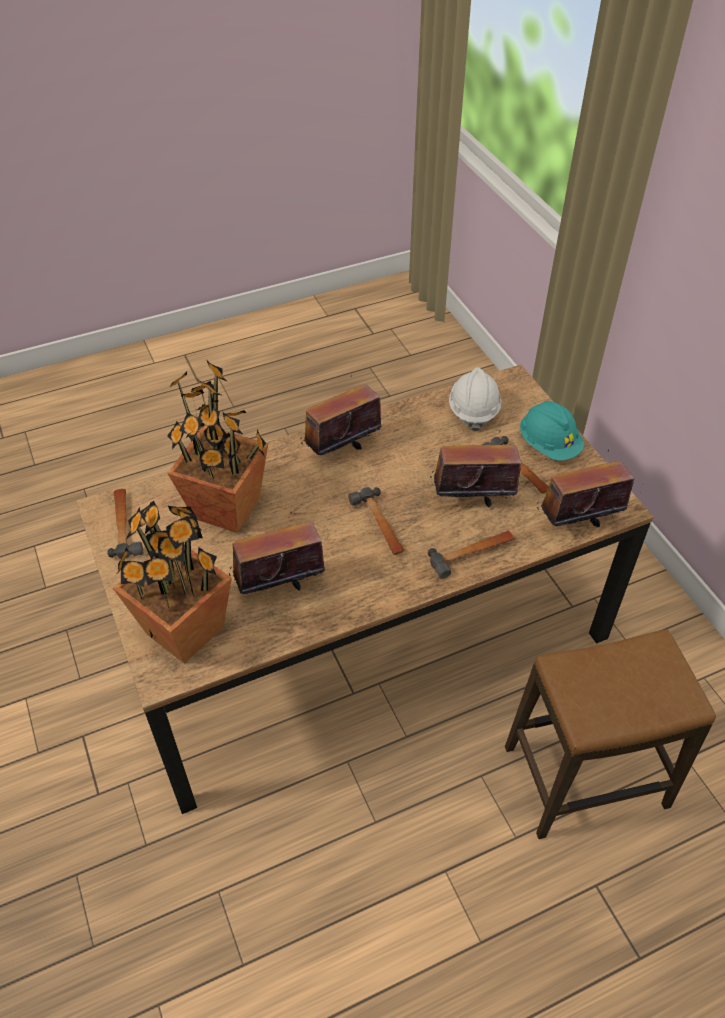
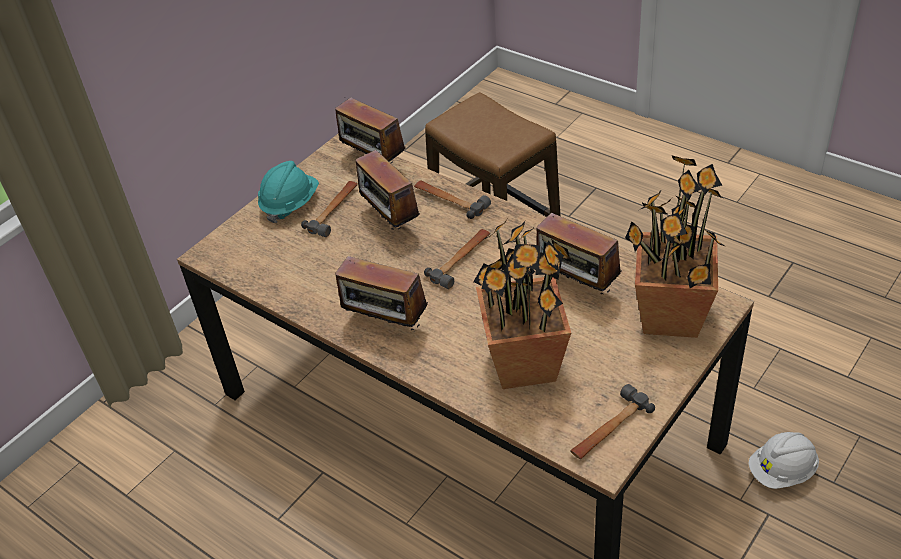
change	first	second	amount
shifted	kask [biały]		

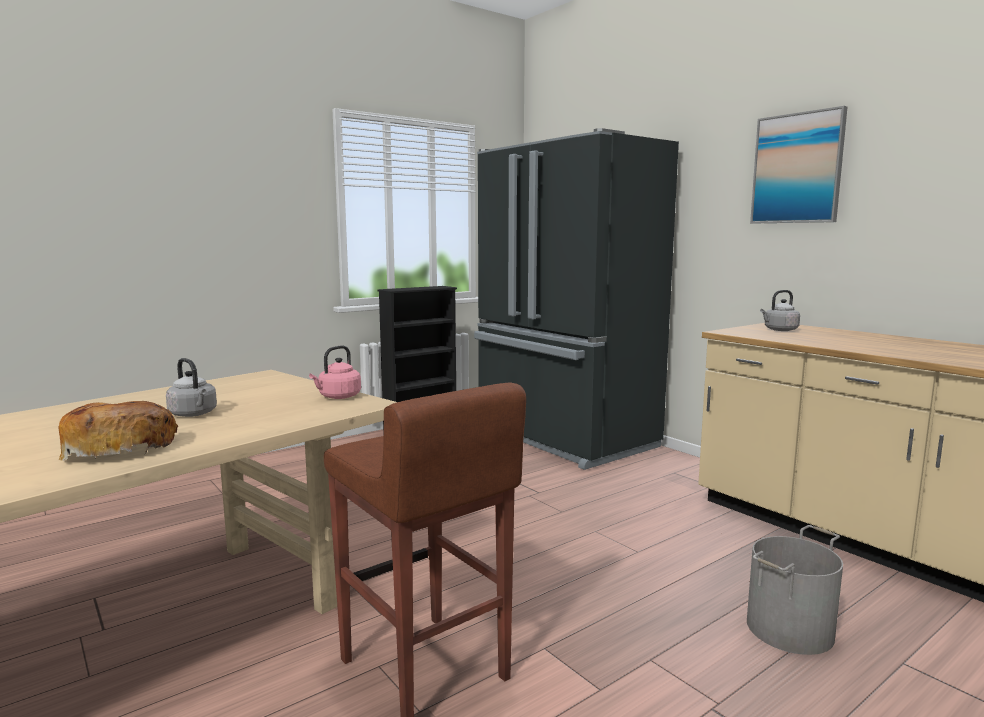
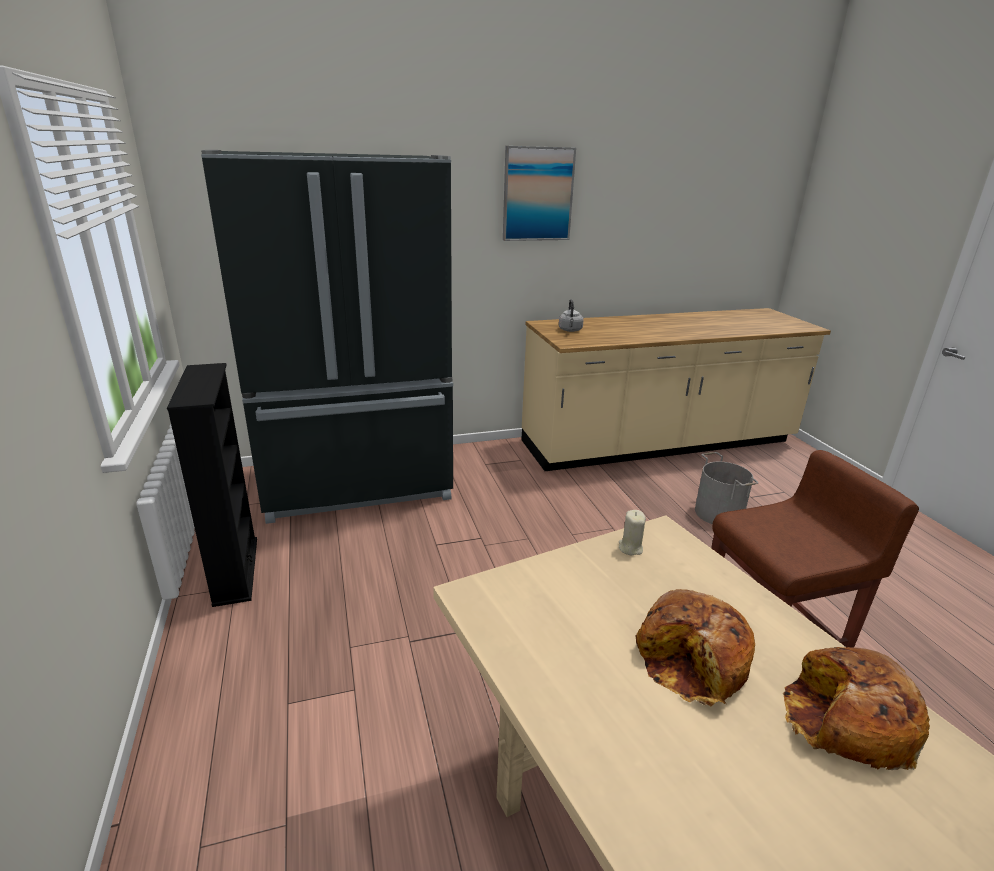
change	first	second	amount
swapped	czajnik [szary] (no. 1 from left)	chleb (no. 1 from left)	
swapped	czajnik [różowy]	świeca [beżowy]	

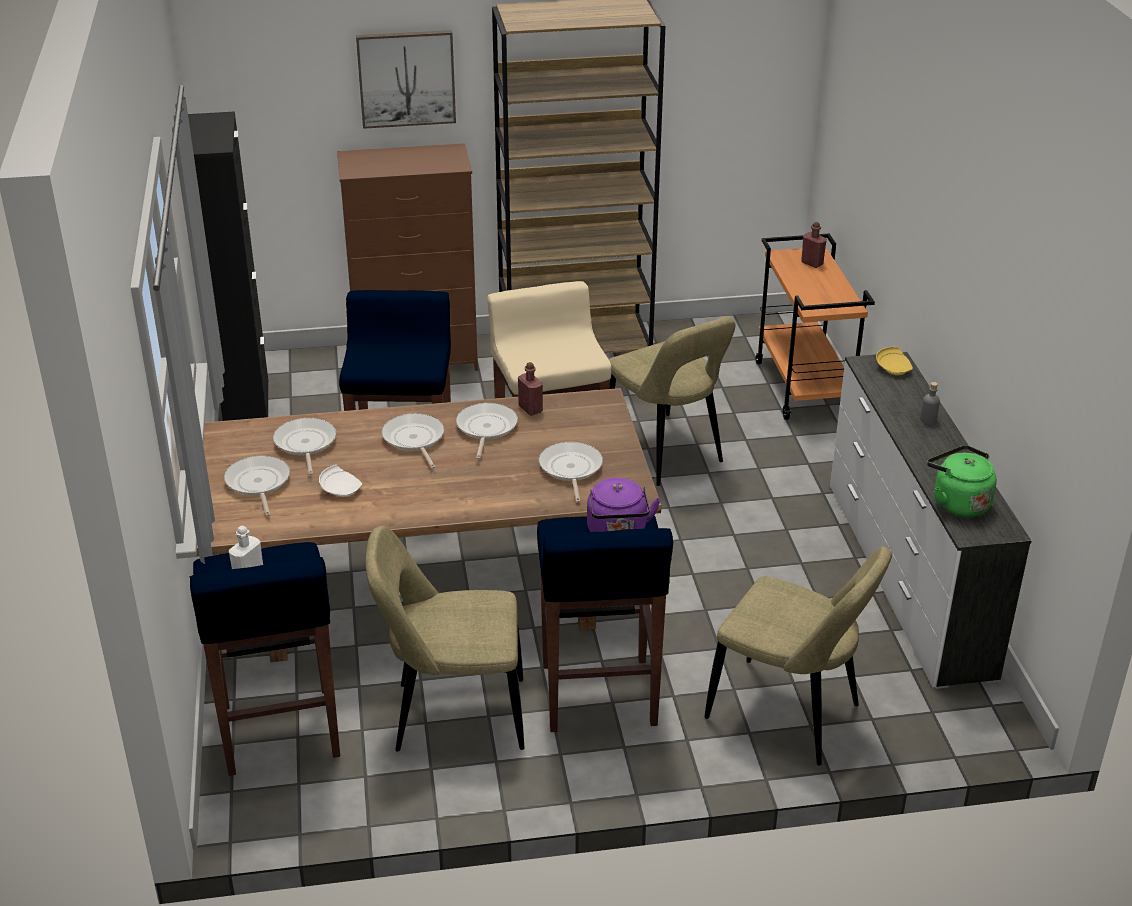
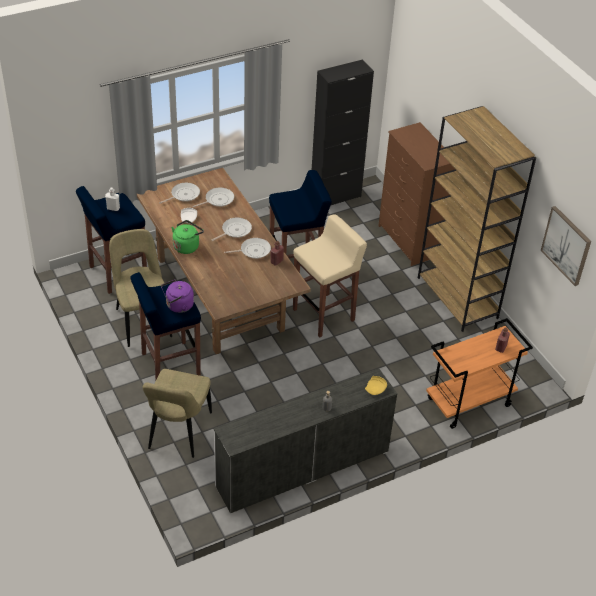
change	first	second	amount
shifted	obraz		
gone	patelnia (no. 5 from left)		
gone	krzesło [beżowy] (no. 2 from left)		
shifted	czajnik [zielony]		

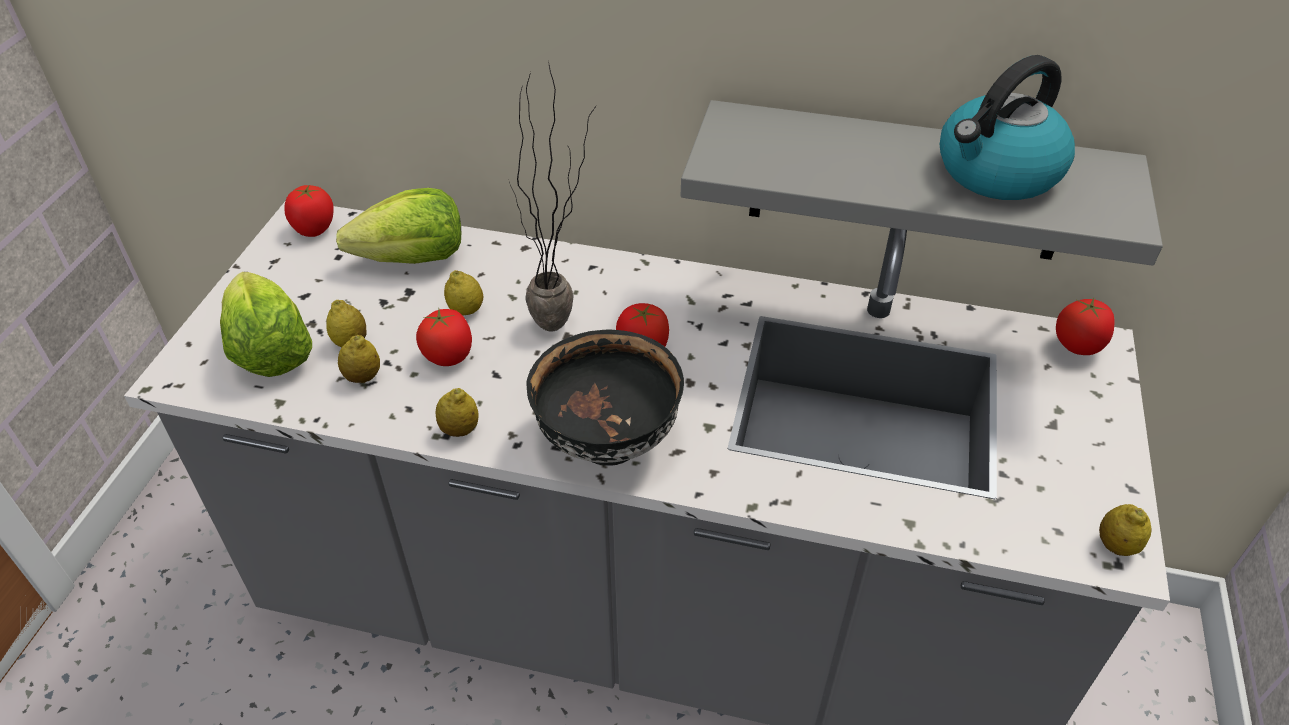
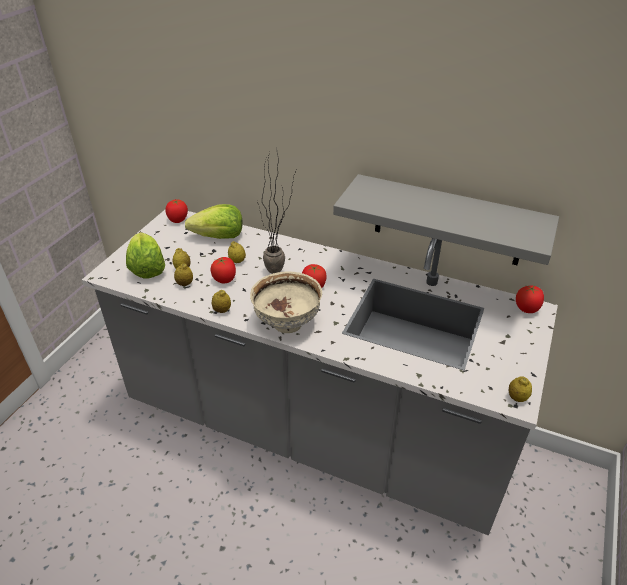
change	first	second	amount
repainted	miska [czarny]	miska [beżowy]	
gone	czajnik		

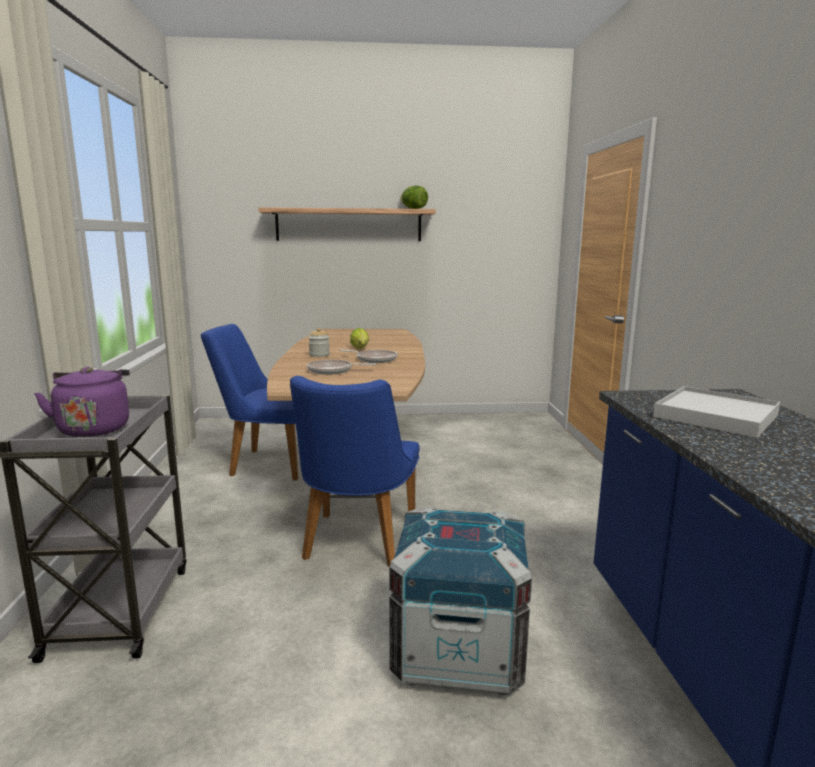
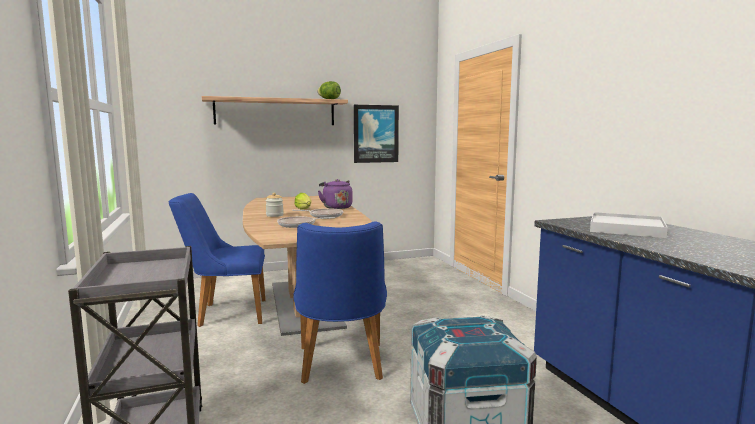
change	first	second	amount
shifted	czajnik [fioletowy]		
new		obraz	

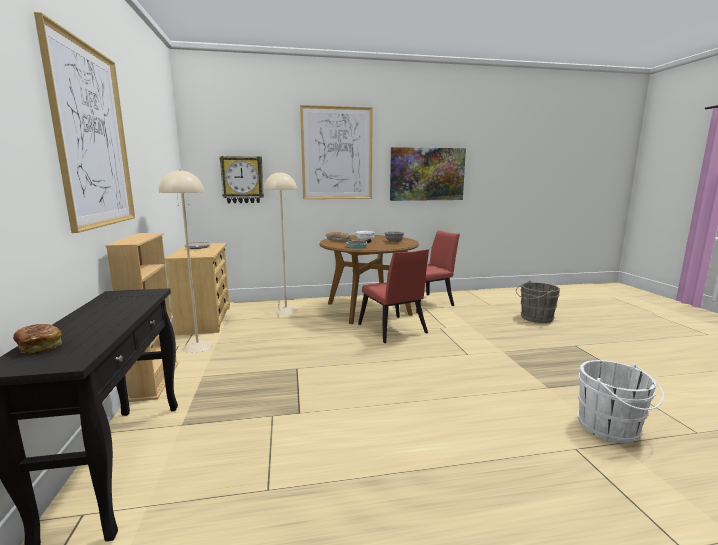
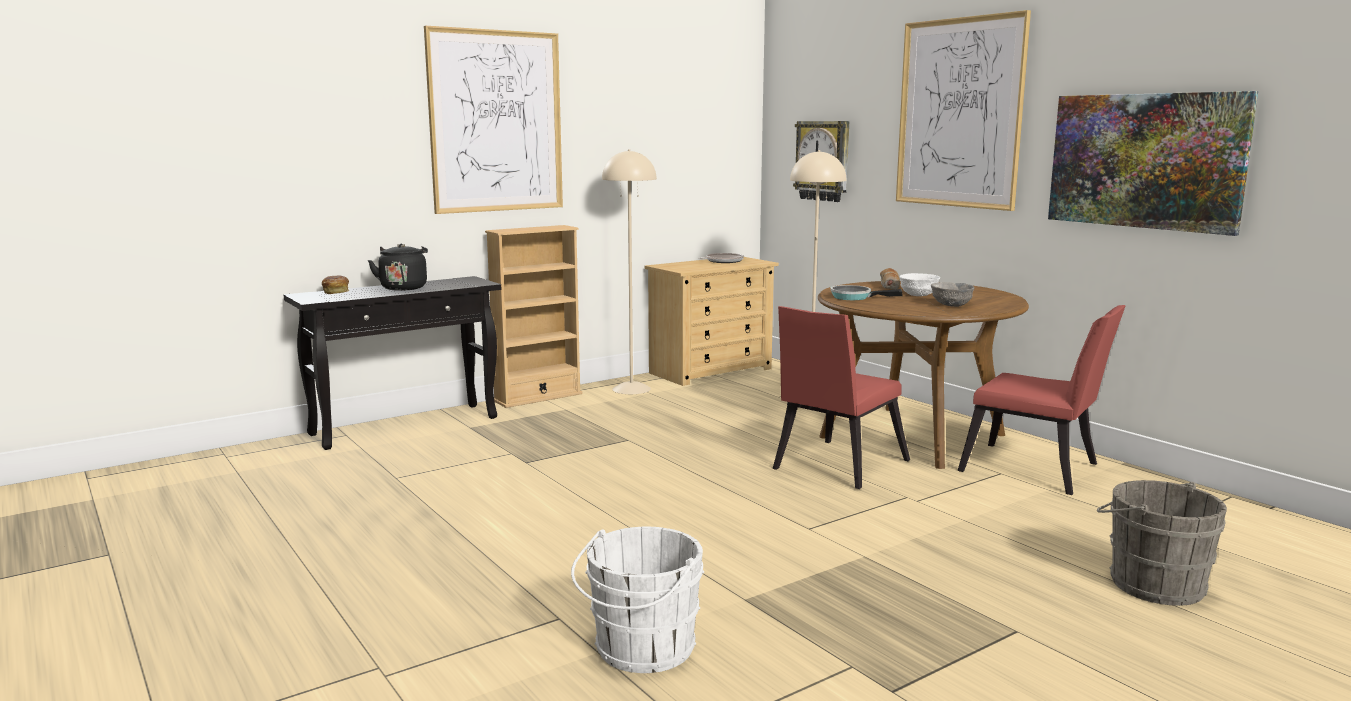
change	first	second	amount
new		czajnik [czarny]	

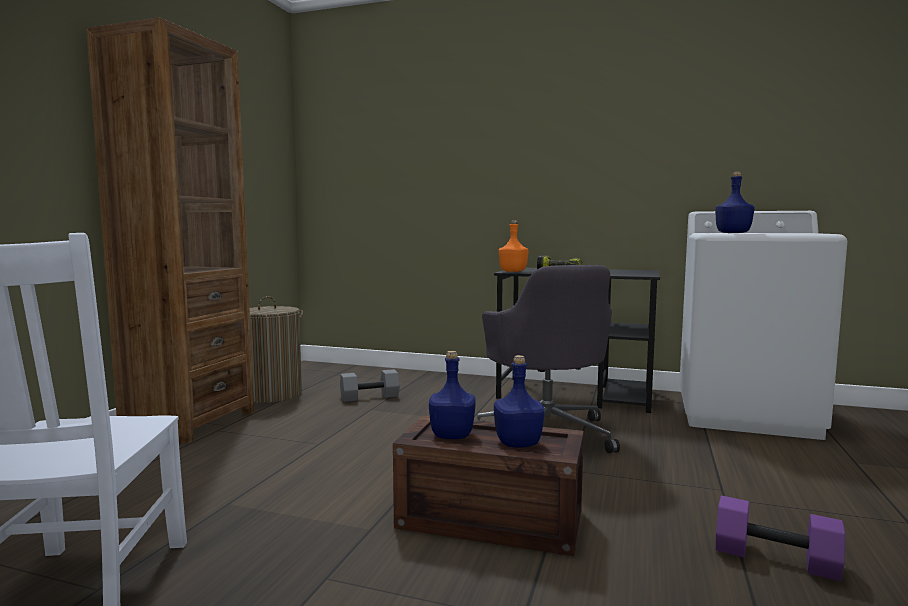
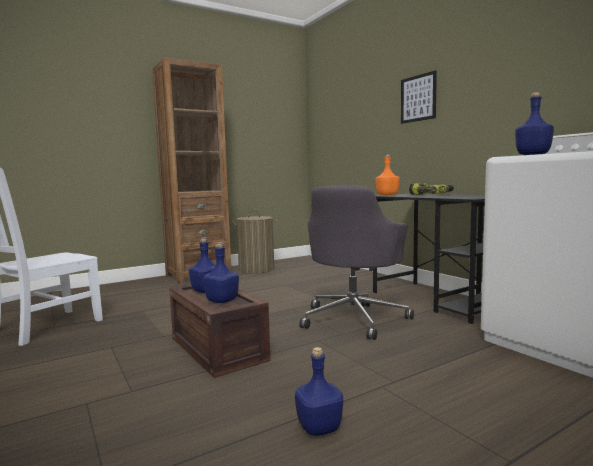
change	first	second	amount
gone	hantel [szary]		
swapped	hantel [fioletowy]	butelka [niebieski] (no. 3 from left)	
new		obraz	

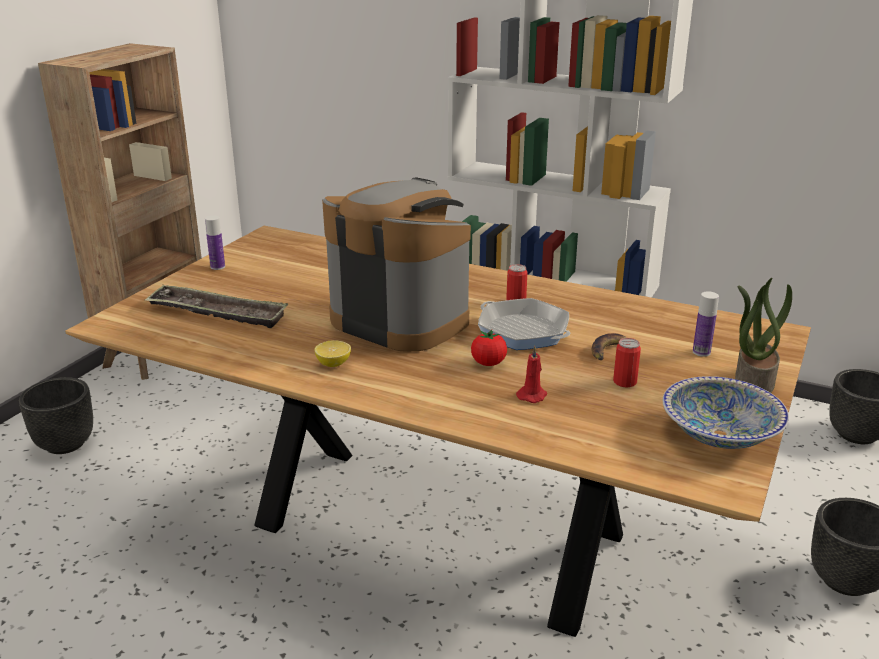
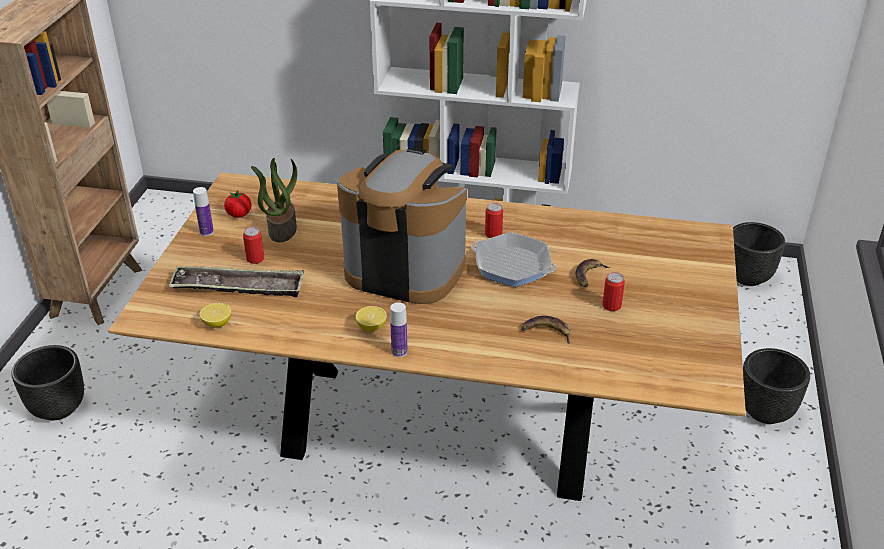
change	first	second	amount
shifted	pomidor		
swapped	świeca [czerwony]	banan (no. 1 from left)	
gone	miska		
shifted	butelka (no. 2 from left)		
shifted	roślina doniczkowa		
new		cytryna (no. 1 from left)	
new		puszka (no. 1 from left)	

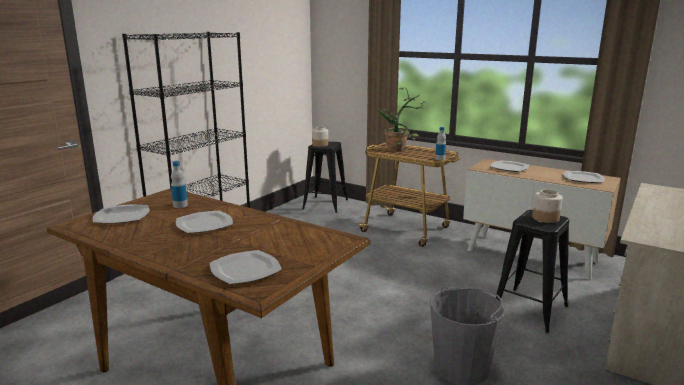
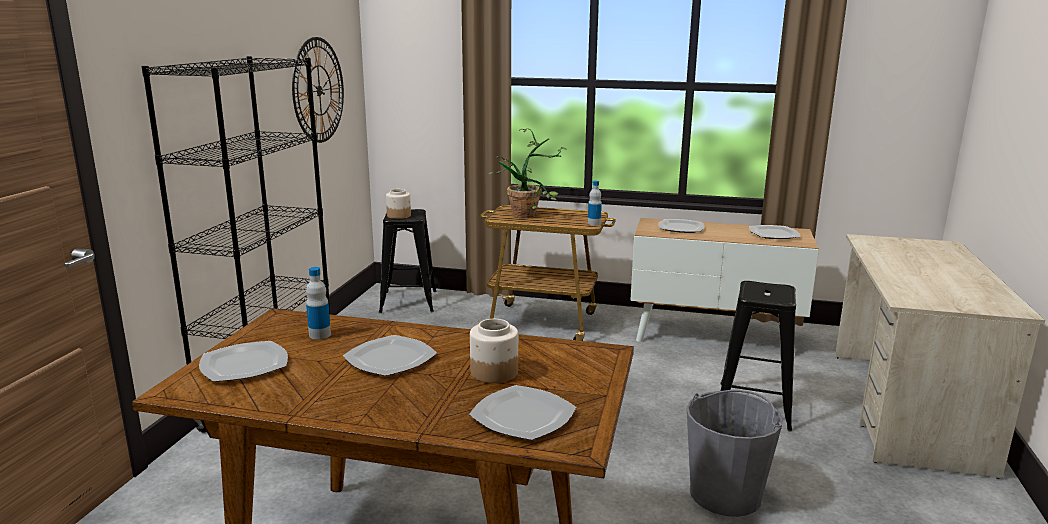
change	first	second	amount
shifted	słoik (no. 2 from left)		
new		zegar ścienny	

